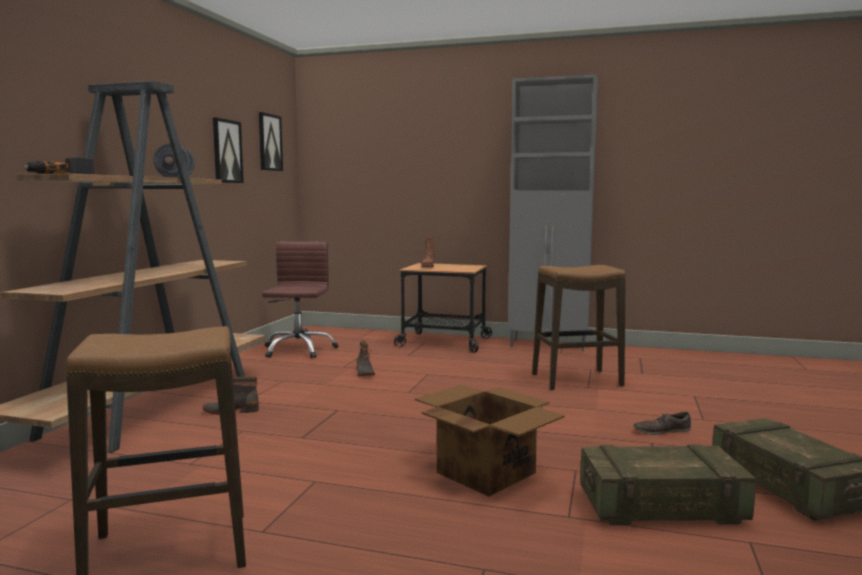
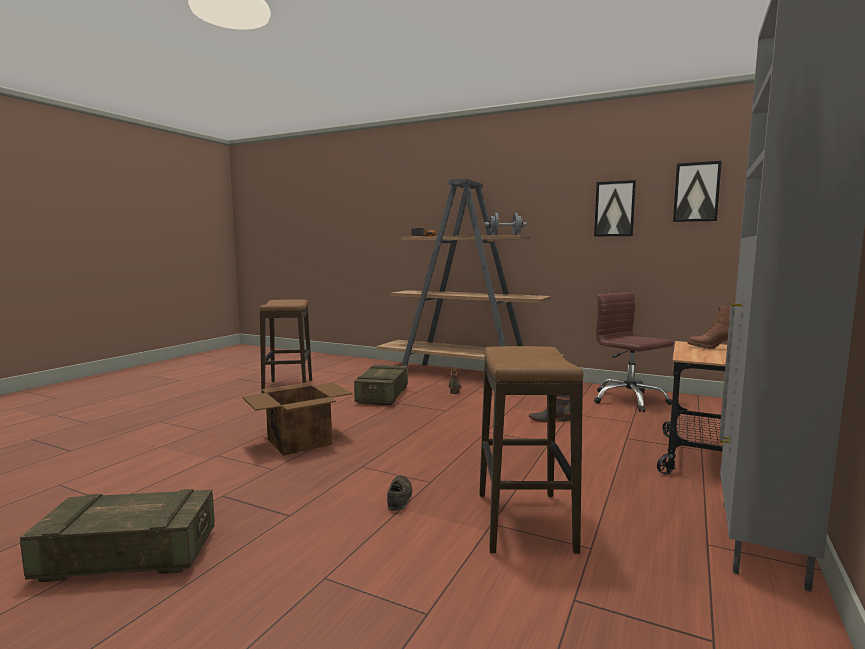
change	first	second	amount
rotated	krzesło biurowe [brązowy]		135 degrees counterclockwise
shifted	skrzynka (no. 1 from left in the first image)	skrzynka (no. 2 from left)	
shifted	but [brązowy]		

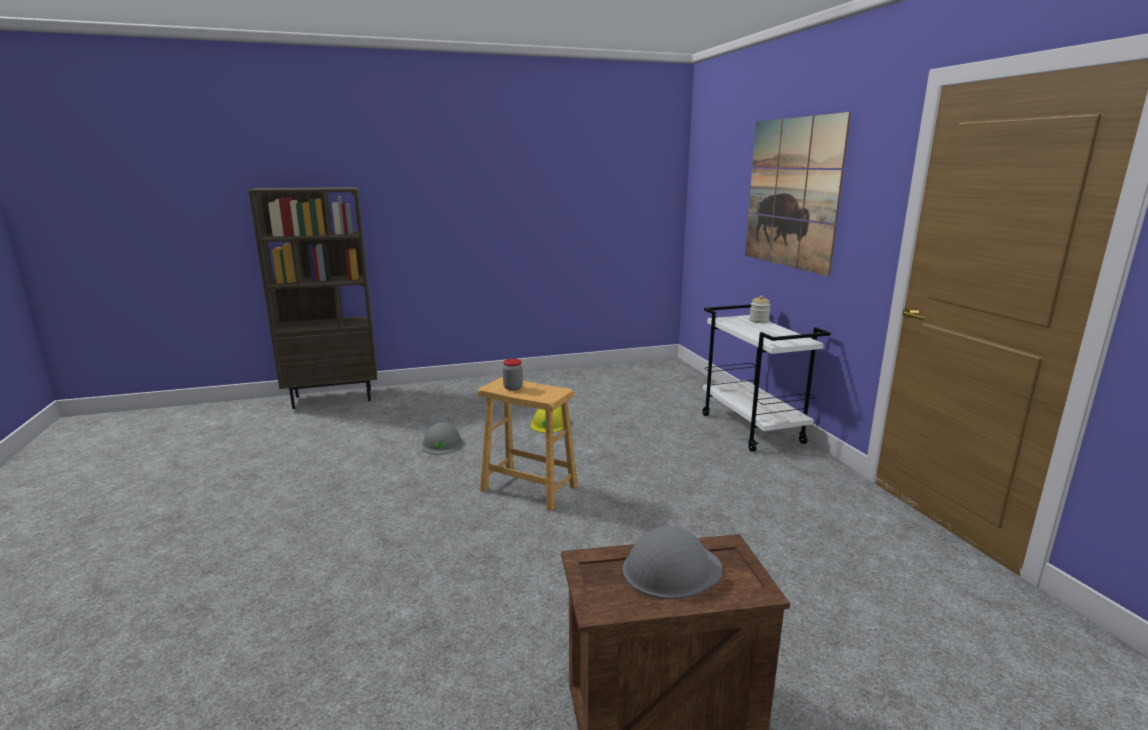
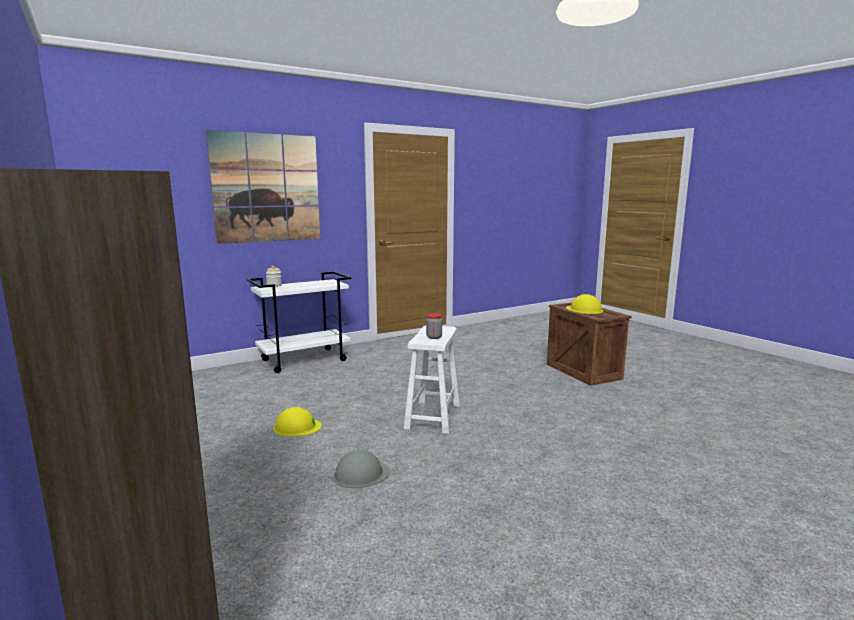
change	first	second	amount
repainted	stołek [brązowy]	stołek [biały]	
repainted	kask [szary] (no. 2 from left)	kask [żółty] (no. 2 from left)	

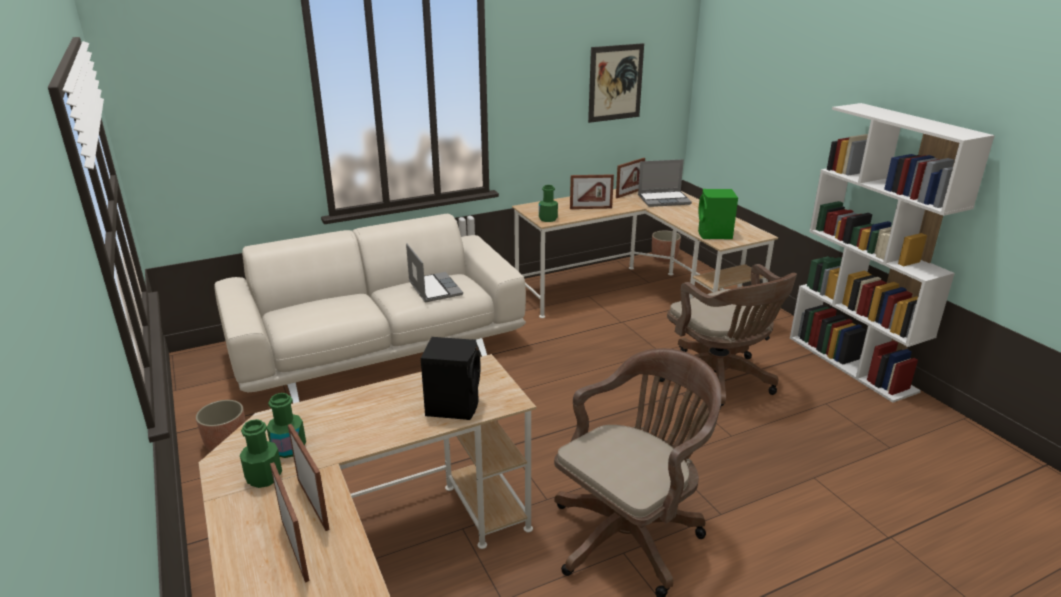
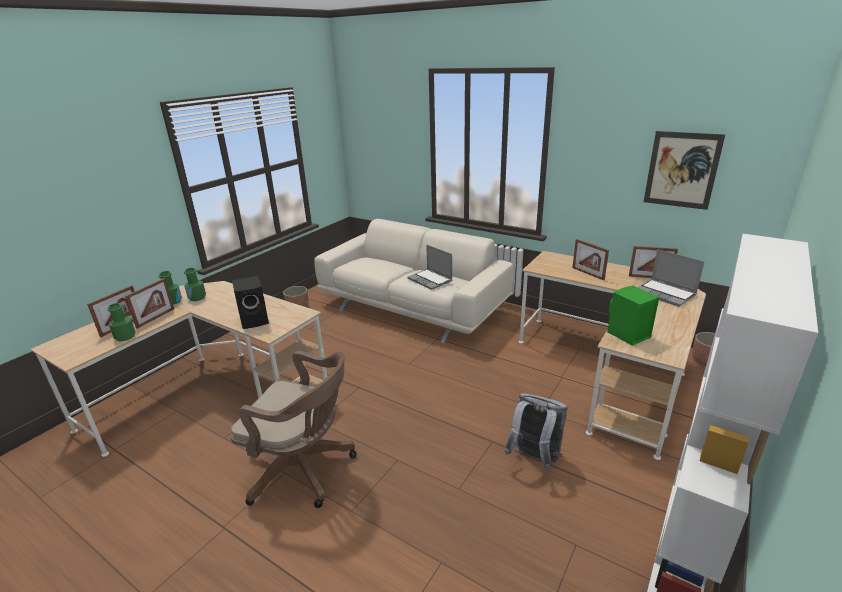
change	first	second	amount
rotated	laptop (no. 1 from left)		105 degrees clockwise
shifted	butelka [zielony] (no. 3 from left in the first image)	butelka [zielony] (no. 1 from left)	
swapped	krzesło biurowe [brązowy] (no. 2 from left)	plecak [szary]	

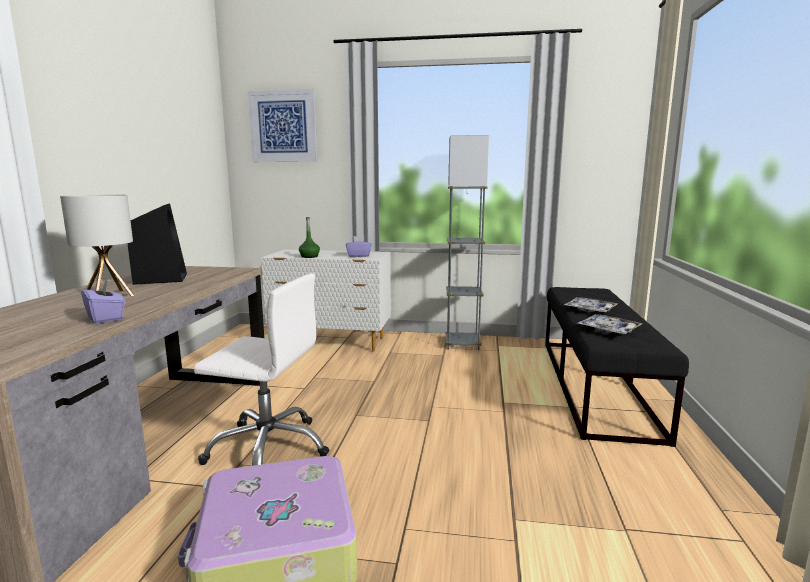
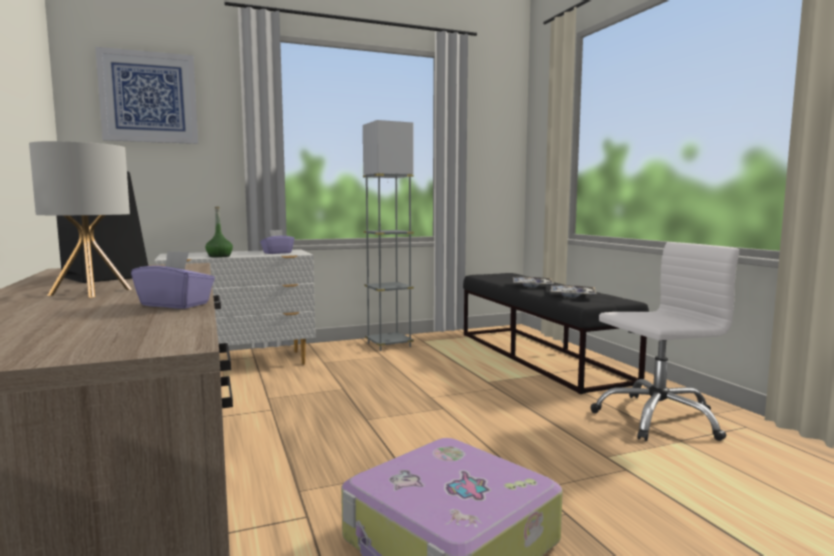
change	first	second	amount
shifted	krzesło biurowe [biały]		

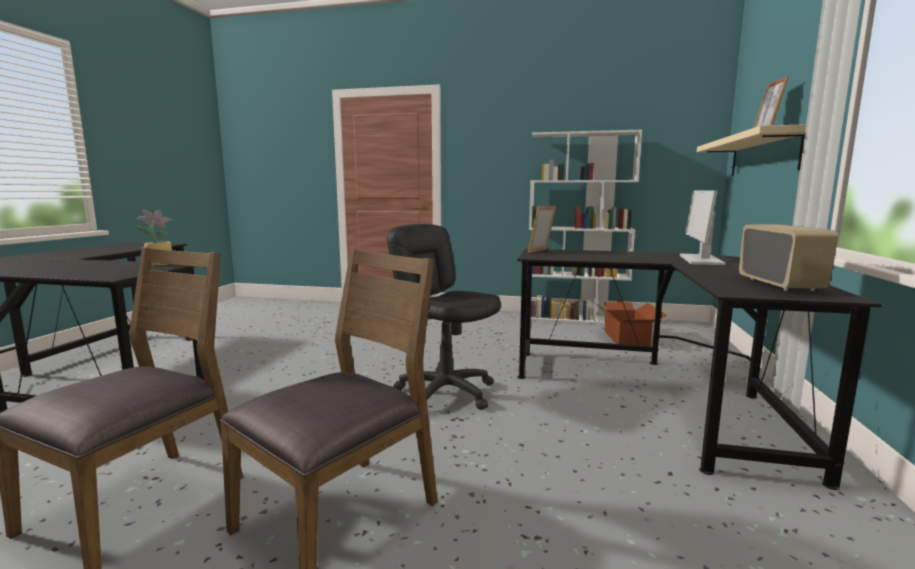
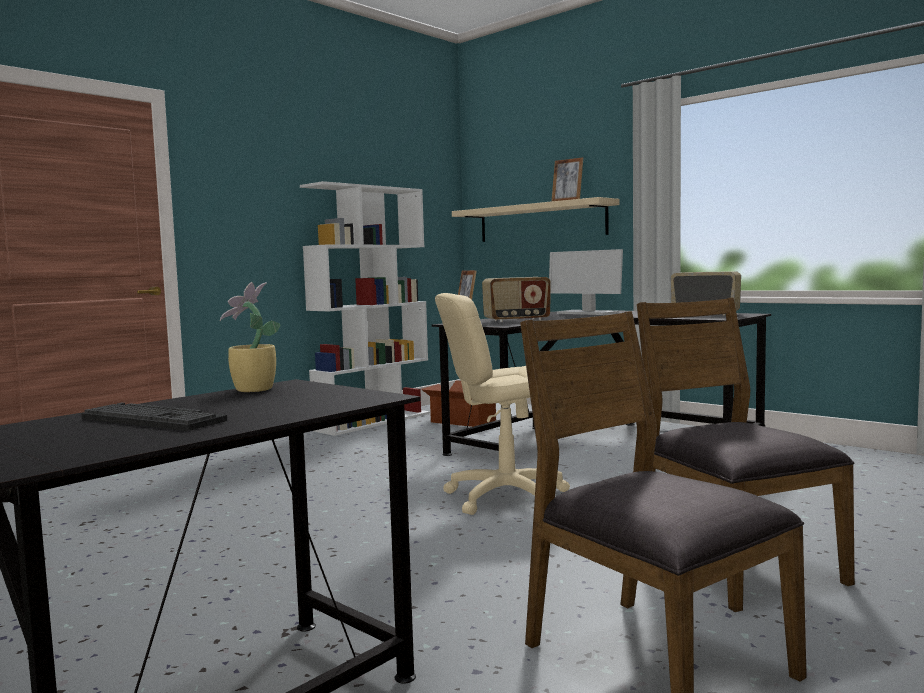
change	first	second	amount
repainted	krzesło biurowe [czarny]	krzesło biurowe [beżowy]	
new		klawiatura	
new		radio (no. 1 from left)	

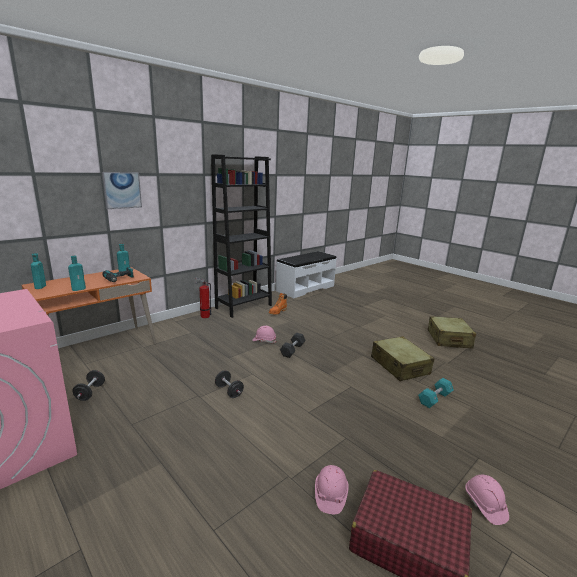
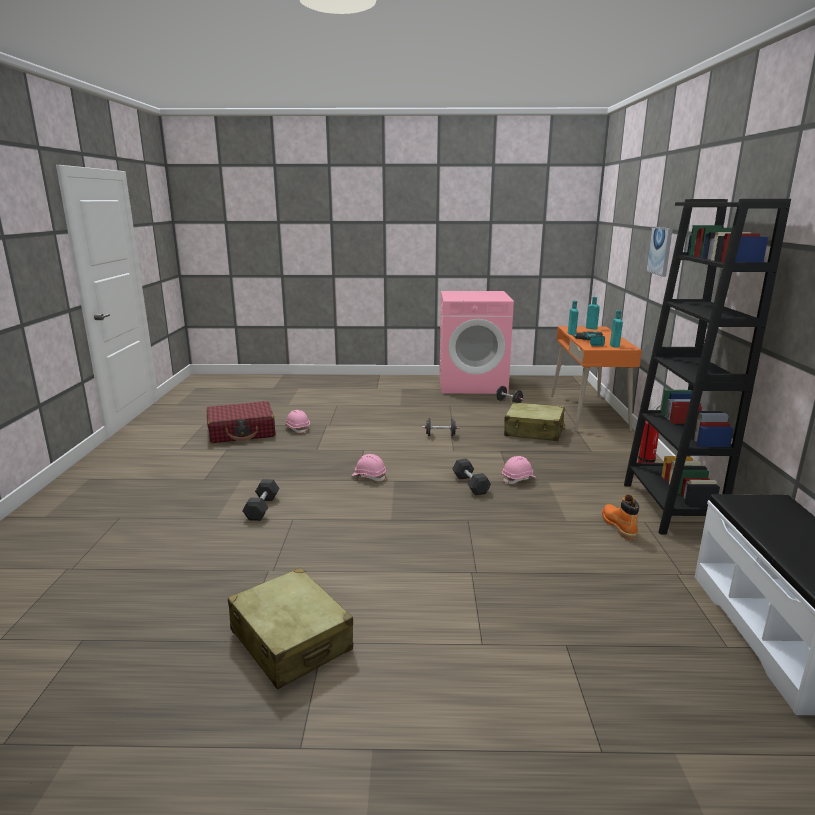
change	first	second	amount
shifted	walizka [beżowy] (no. 1 from left in the first image)	walizka [beżowy] (no. 2 from left)	
repainted	hantel [turkusowy]	hantel [czarny] (no. 1 from left)	
shifted	kask [różowy] (no. 3 from left in the first image)	kask [różowy] (no. 2 from left)	

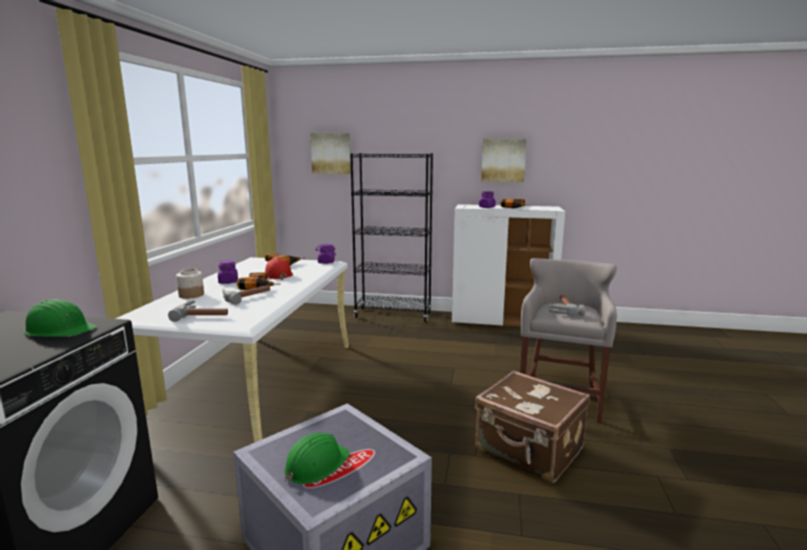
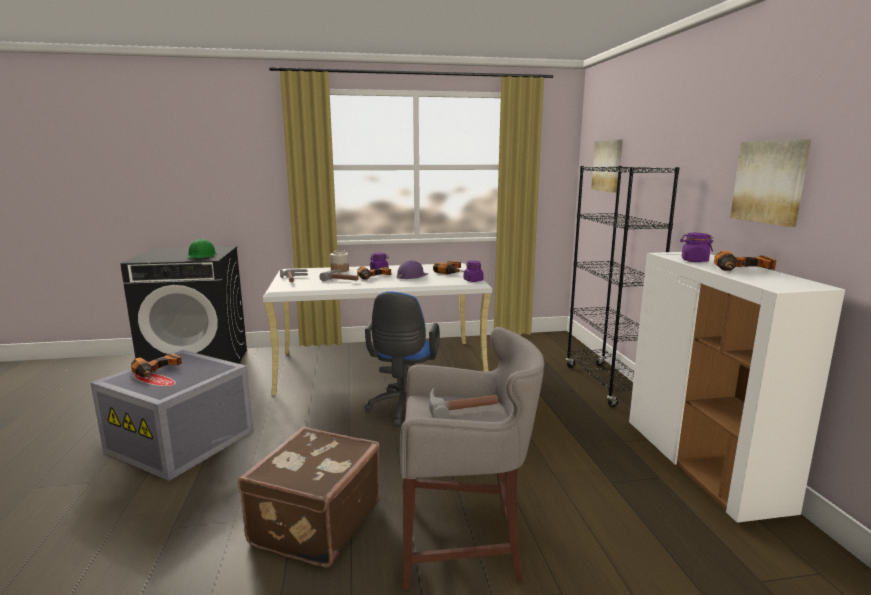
change	first	second	amount
repainted	kask [czerwony]	kask [fioletowy]	
swapped	kask [zielony] (no. 2 from left)	wiertarka (no. 1 from left)	
new		krzesło biurowe [niebieski]	

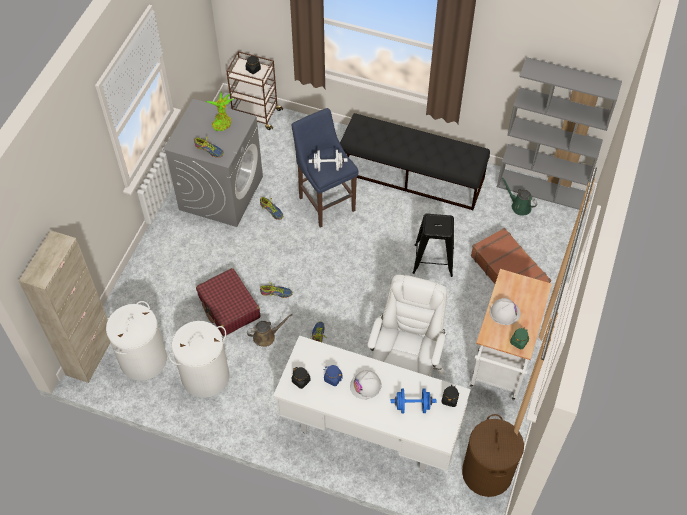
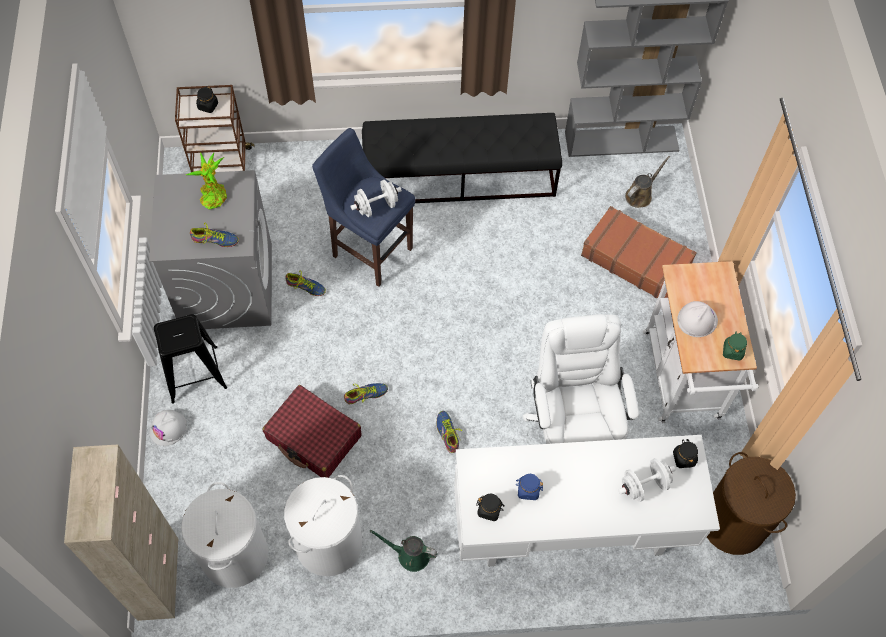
change	first	second	amount
shifted	konewka [brązowy]		
shifted	kask [biały] (no. 1 from left)		
repainted	hantel [niebieski]	hantel [biały] (no. 2 from left)	
shifted	stołek [czarny]		
shifted	konewka [zielony]		

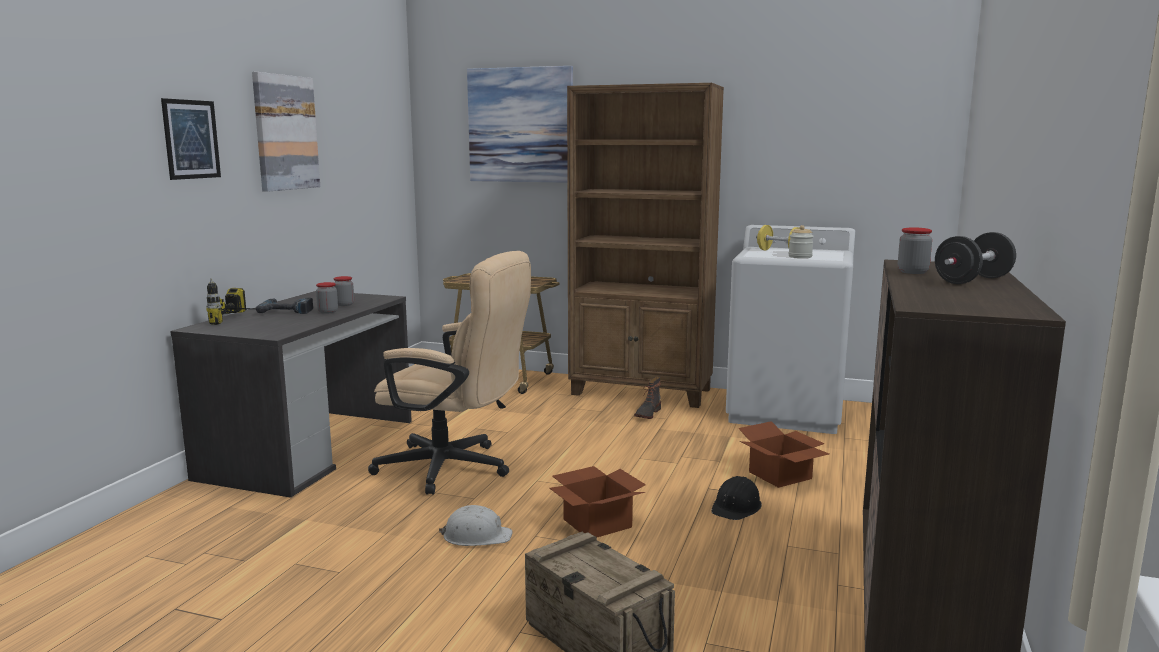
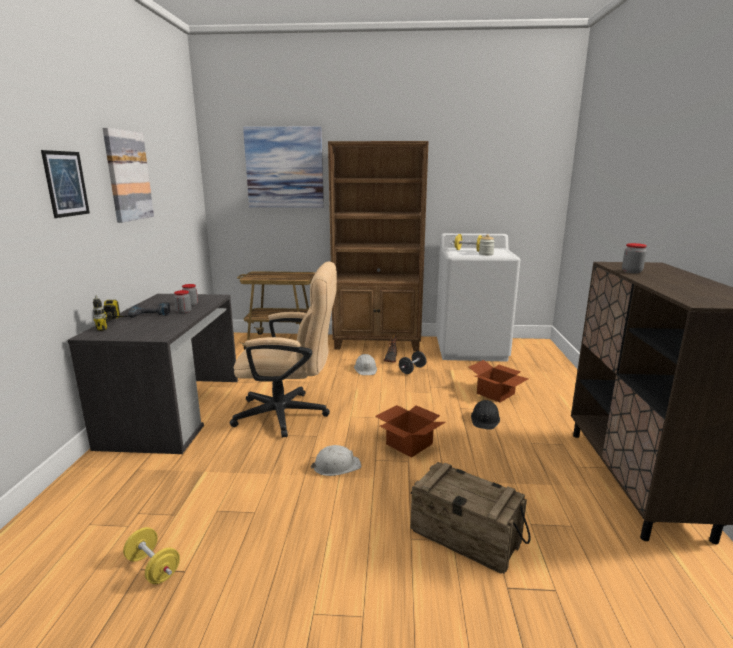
change	first	second	amount
shifted	hantel [czarny]		
new		hantel [żółty] (no. 1 from left)	
new		kask [biały] (no. 2 from left)	

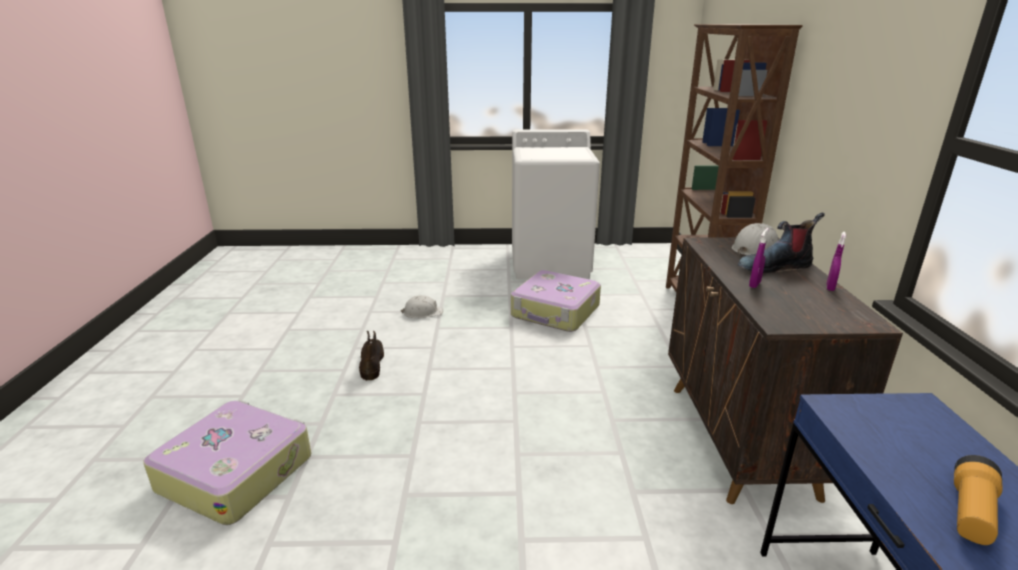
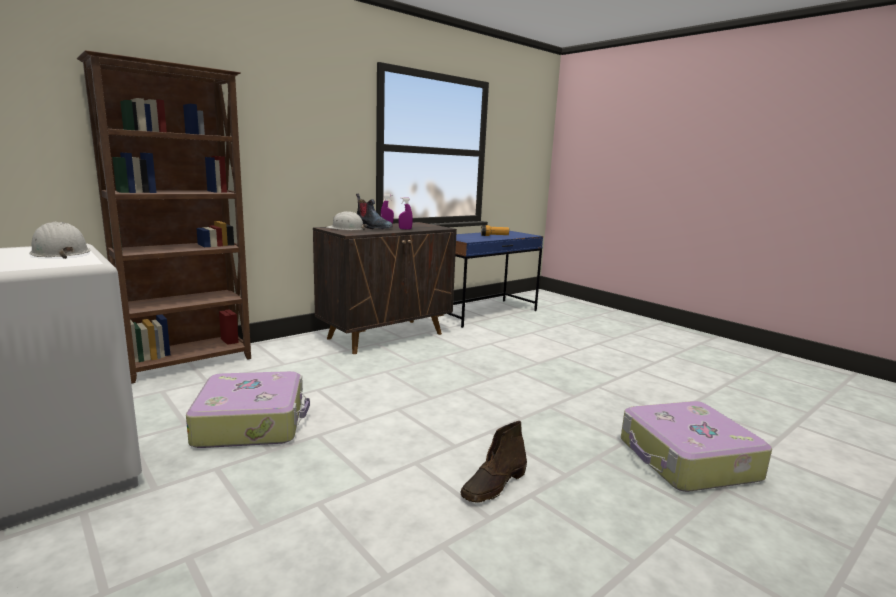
change	first	second	amount
shifted	kask [biały] (no. 1 from left)		

